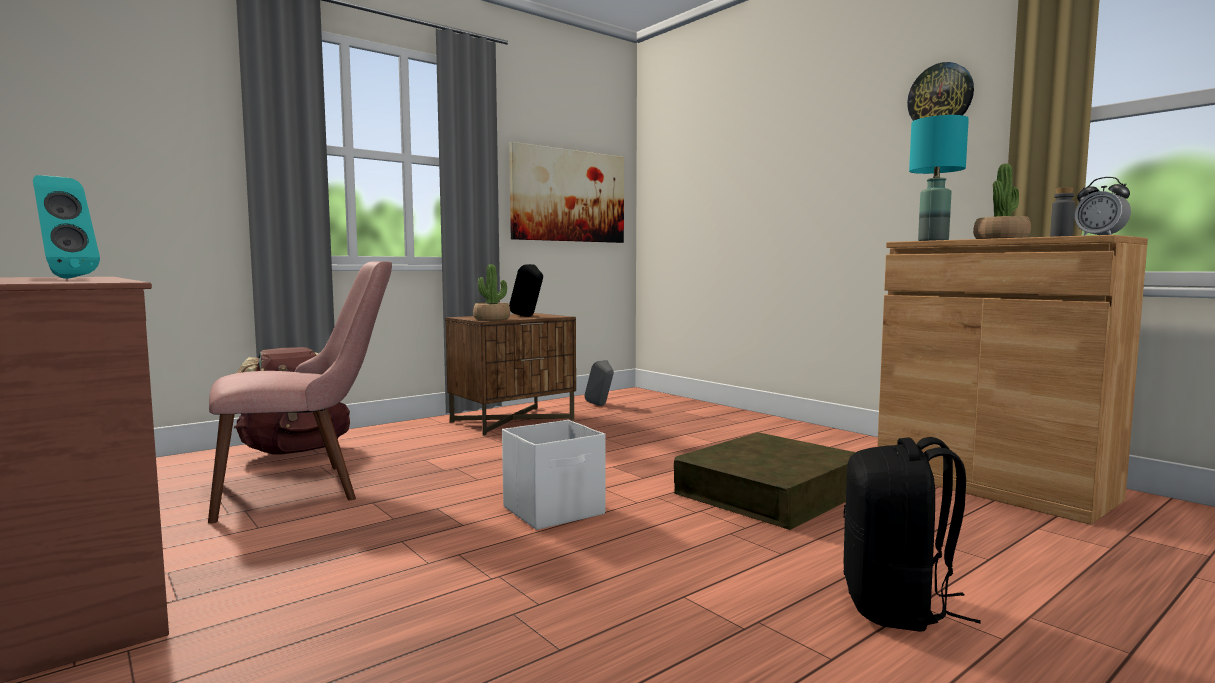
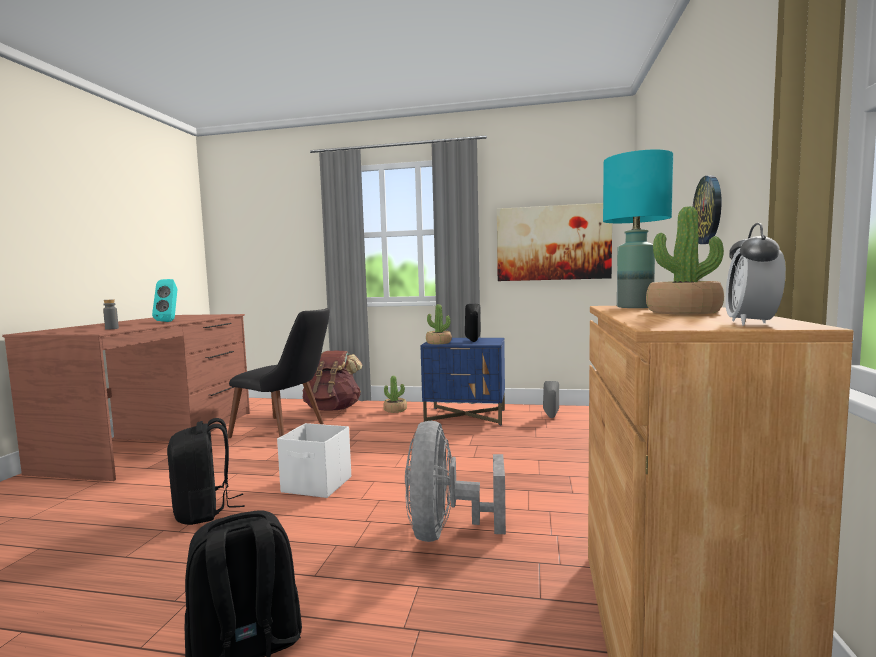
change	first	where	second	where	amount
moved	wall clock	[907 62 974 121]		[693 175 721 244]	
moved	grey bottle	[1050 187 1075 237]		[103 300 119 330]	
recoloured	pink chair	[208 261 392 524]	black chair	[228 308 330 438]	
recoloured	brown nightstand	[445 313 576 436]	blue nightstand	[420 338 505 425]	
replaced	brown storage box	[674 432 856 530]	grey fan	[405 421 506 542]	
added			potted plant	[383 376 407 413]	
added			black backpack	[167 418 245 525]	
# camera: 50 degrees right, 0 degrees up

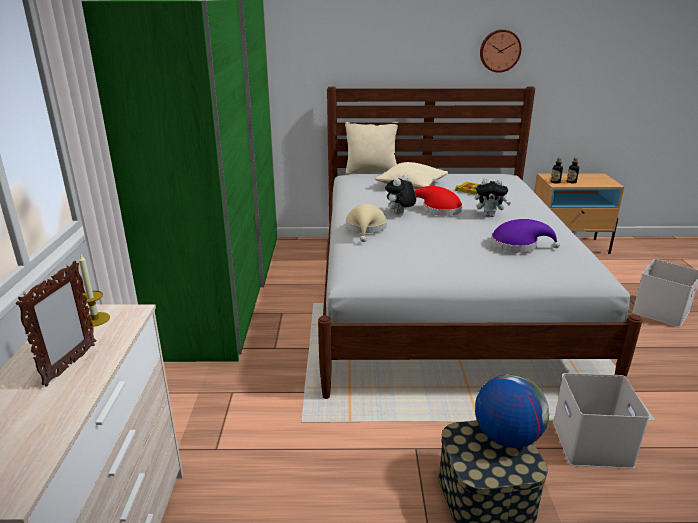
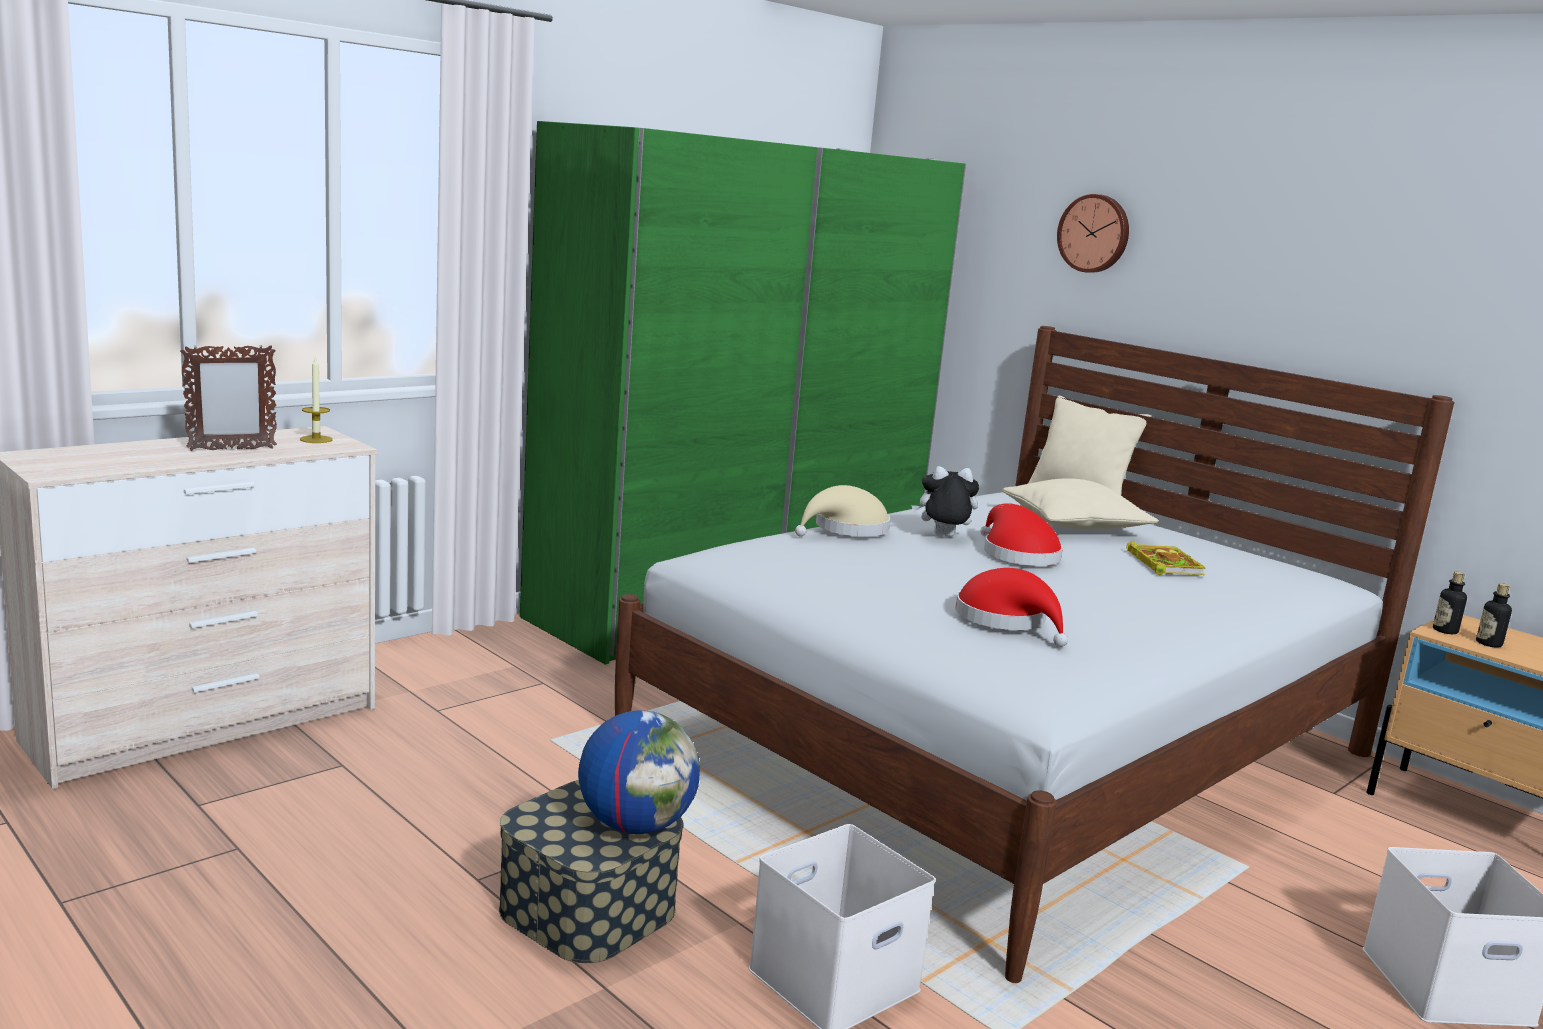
change	first	where	second	where	amount
moved	wall clock	[480 29 521 73]		[1057 194 1129 273]	
removed	plush toy	[475 178 511 217]			
recoloured	purple hat	[491 219 560 253]	red hat	[955 568 1068 647]	
# camera: 45 degrees right, 10 degrees down

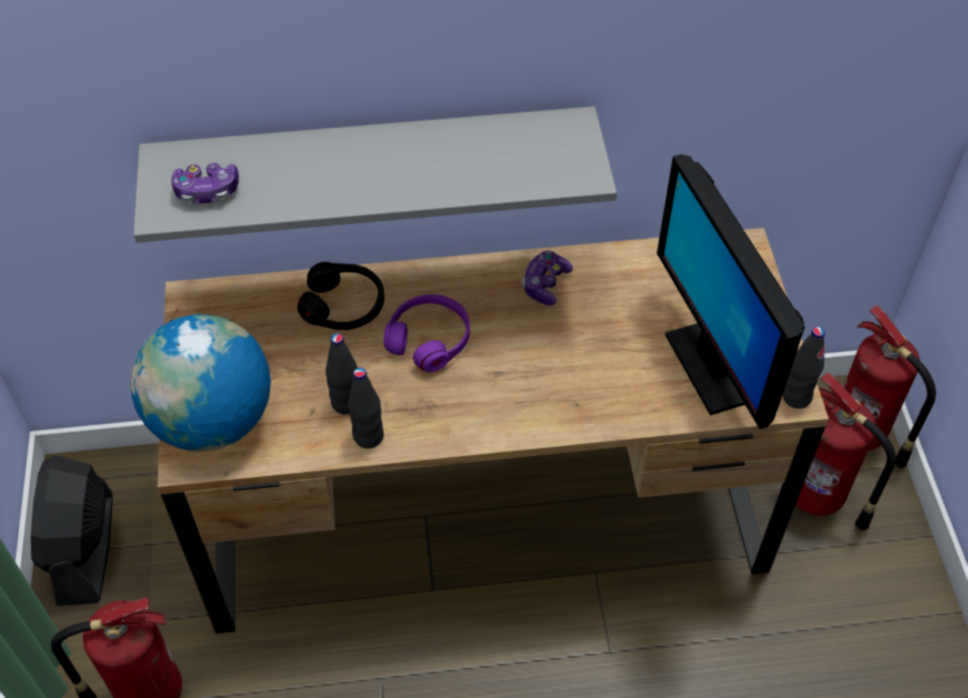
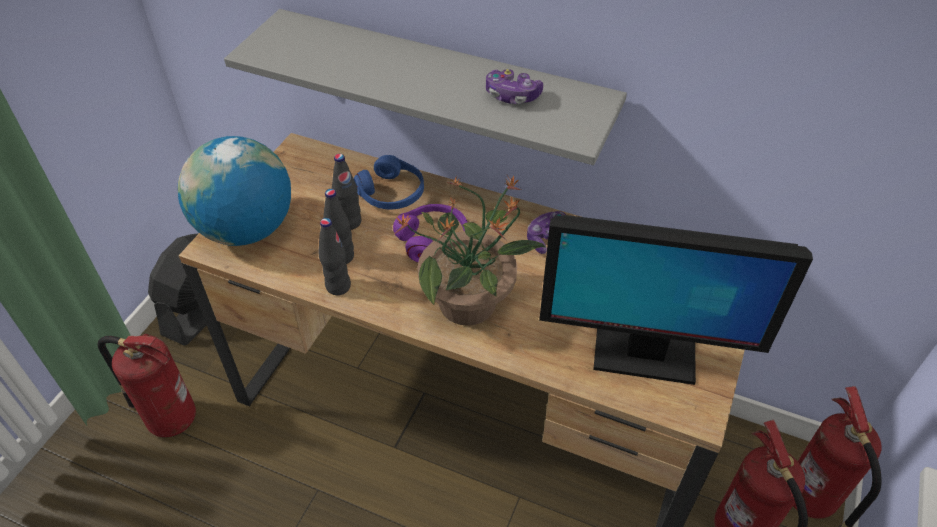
change	first	where	second	where	amount
turned	monitor	[657 154 805 429]		[539 215 813 385]	90 degrees counterclockwise
moved	game controller	[171 163 239 204]		[486 69 543 104]	
recoloured	black headphones	[297 262 384 330]	blue headphones	[354 155 424 209]	
moved	black bottle	[783 327 825 409]		[332 154 361 230]	
added			potted plant	[395 174 546 326]	
# camera: 30 degrees right, 5 degrees down

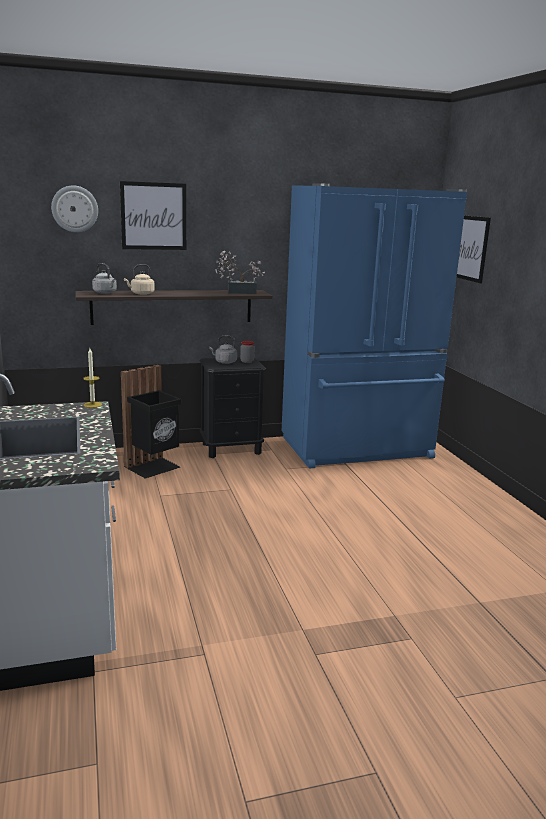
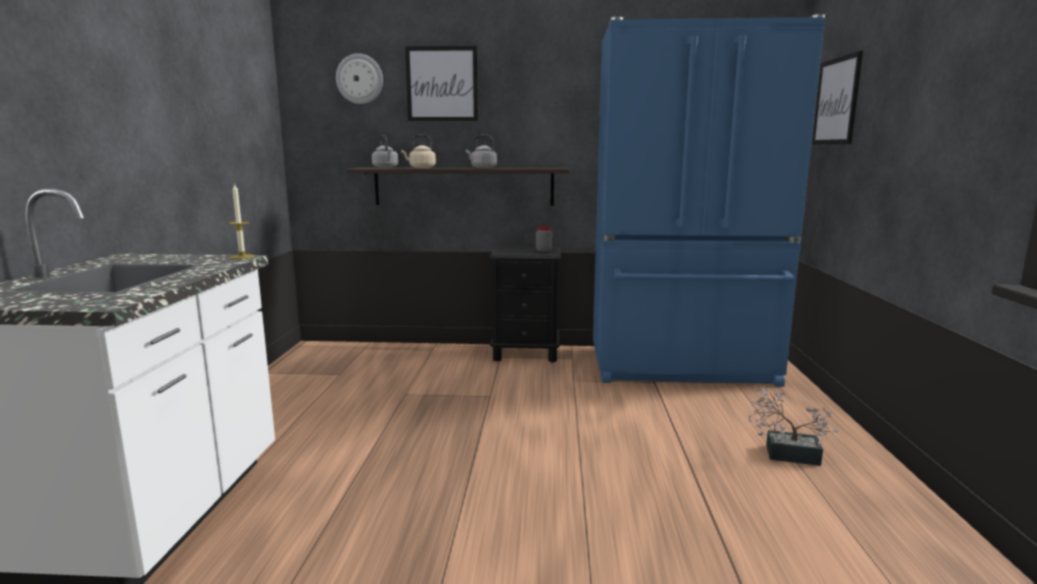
change	first	where	second	where	amount
moved	potted plant	[215 250 265 294]		[748 386 838 466]	
moved	grey kettle	[210 336 237 364]		[466 135 497 168]	
removed	black trash can	[121 365 182 479]			
# camera: 20 degrees right, 5 degrees down

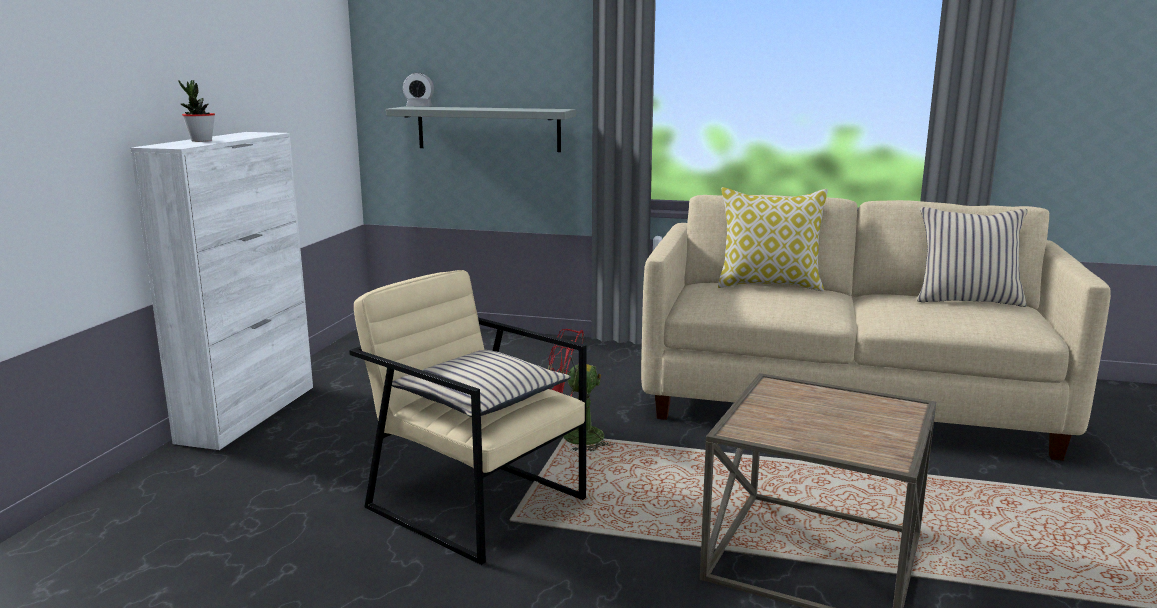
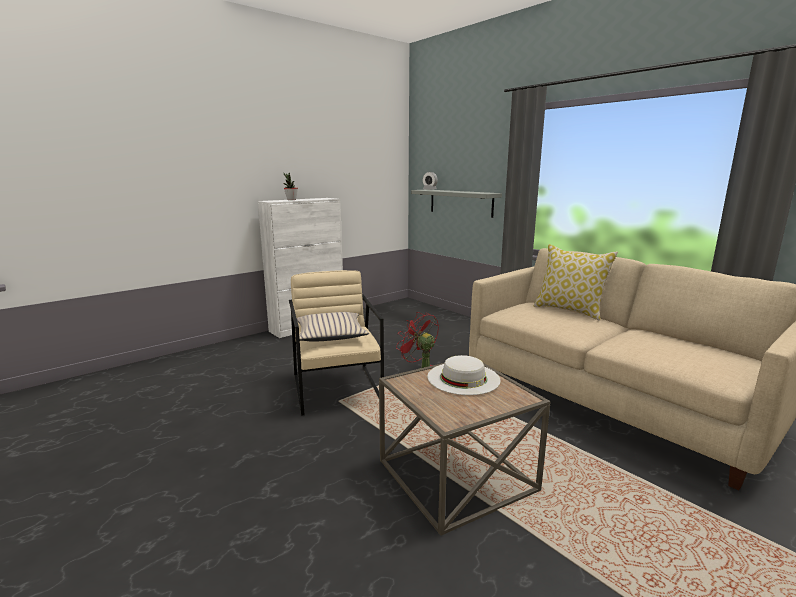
change	first	where	second	where	amount
removed	beige pillow	[917 207 1027 307]			
added			white hat	[427 355 500 395]	
# camera: 35 degrees right, 0 degrees up

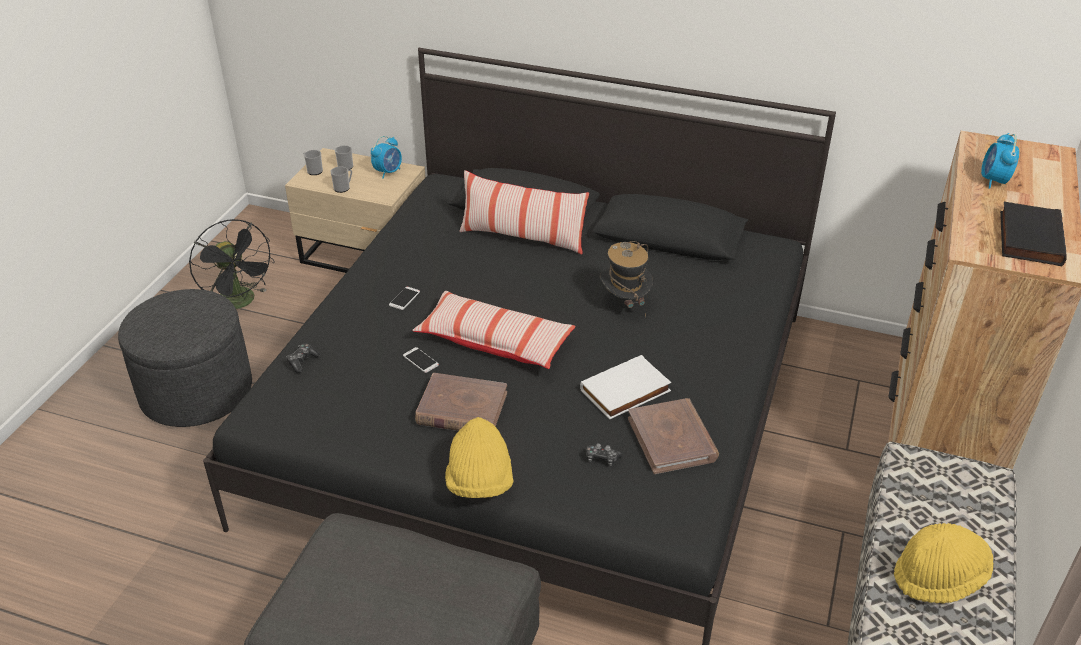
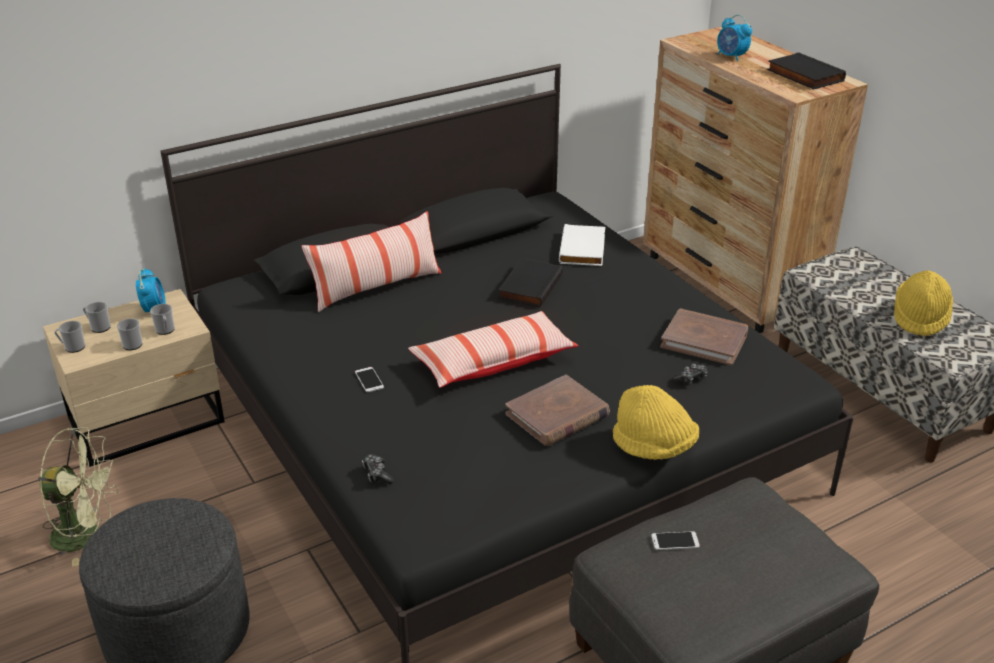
change	first	where	second	where	amount
recoloured	black fan	[189 219 275 309]	green fan	[38 427 118 567]	
replaced	hat	[600 241 653 317]	black book	[498 258 563 307]	
moved	phone	[403 347 439 373]		[651 531 700 550]	
moved	white book	[580 355 672 419]		[559 224 605 266]	
added			mug	[150 304 175 335]	
# camera: 50 degrees left, 5 degrees down

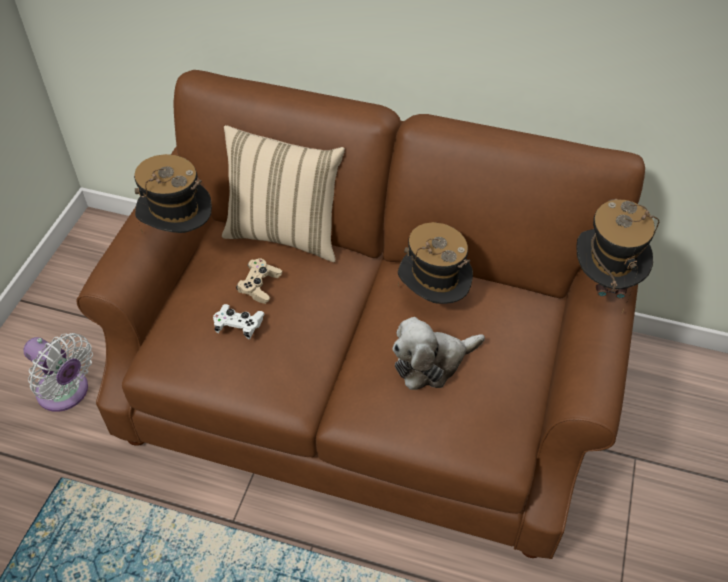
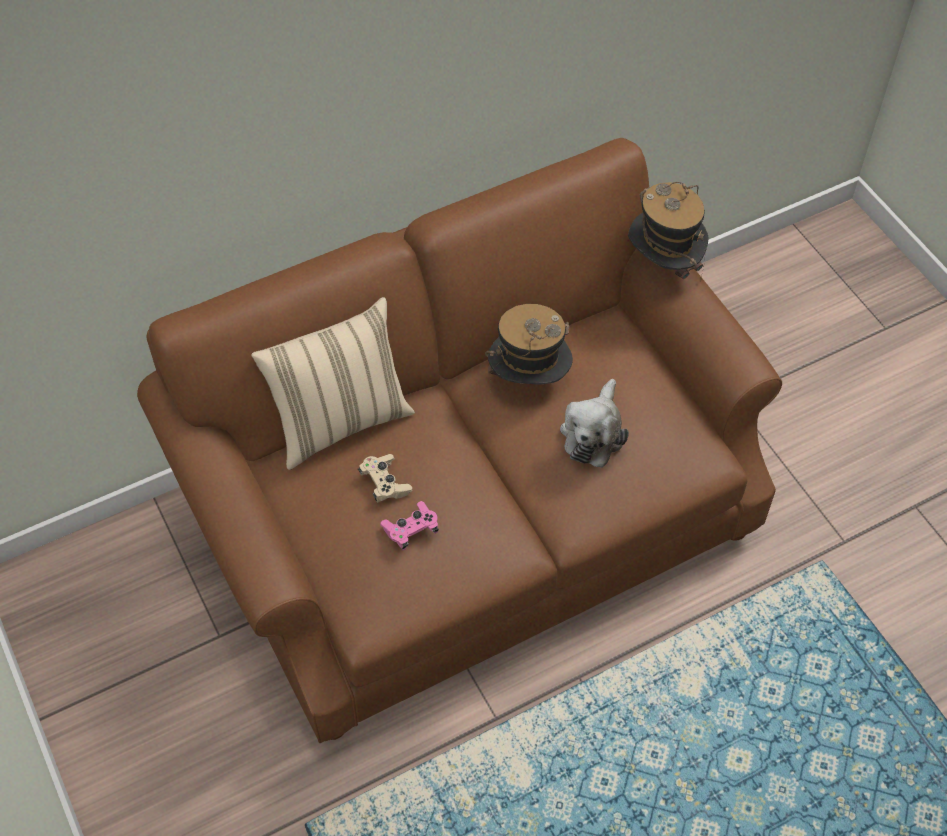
change	first	where	second	where	amount
removed	hat	[134 154 212 233]			
recoloured	white game controller	[213 304 265 339]	pink game controller	[380 501 439 551]	
removed	white fan	[23 333 93 412]			
# camera: 45 degrees left, 5 degrees up

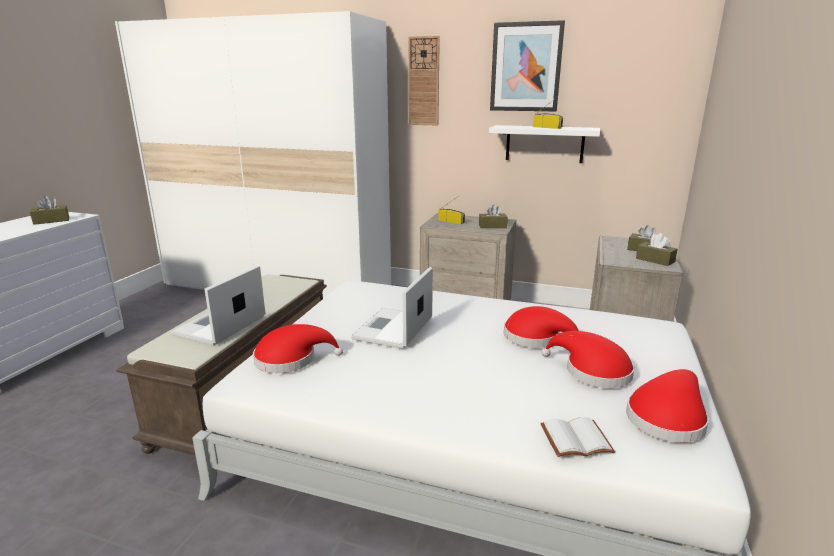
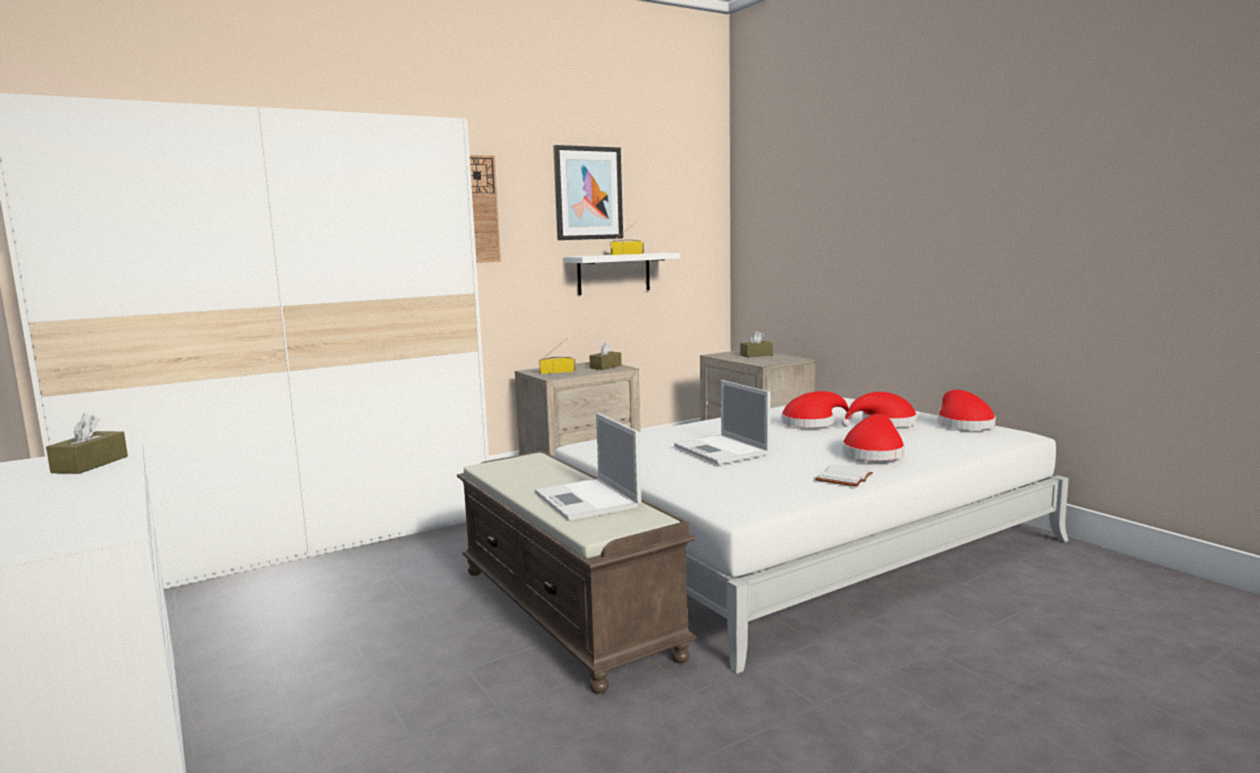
change	first	where	second	where	amount
removed	brown tissue box	[636 233 678 266]			
moved	red hat	[253 324 343 373]		[842 414 905 460]	
moved	white book	[541 417 615 457]		[815 465 873 487]	
# camera: 50 degrees left, 10 degrees down

